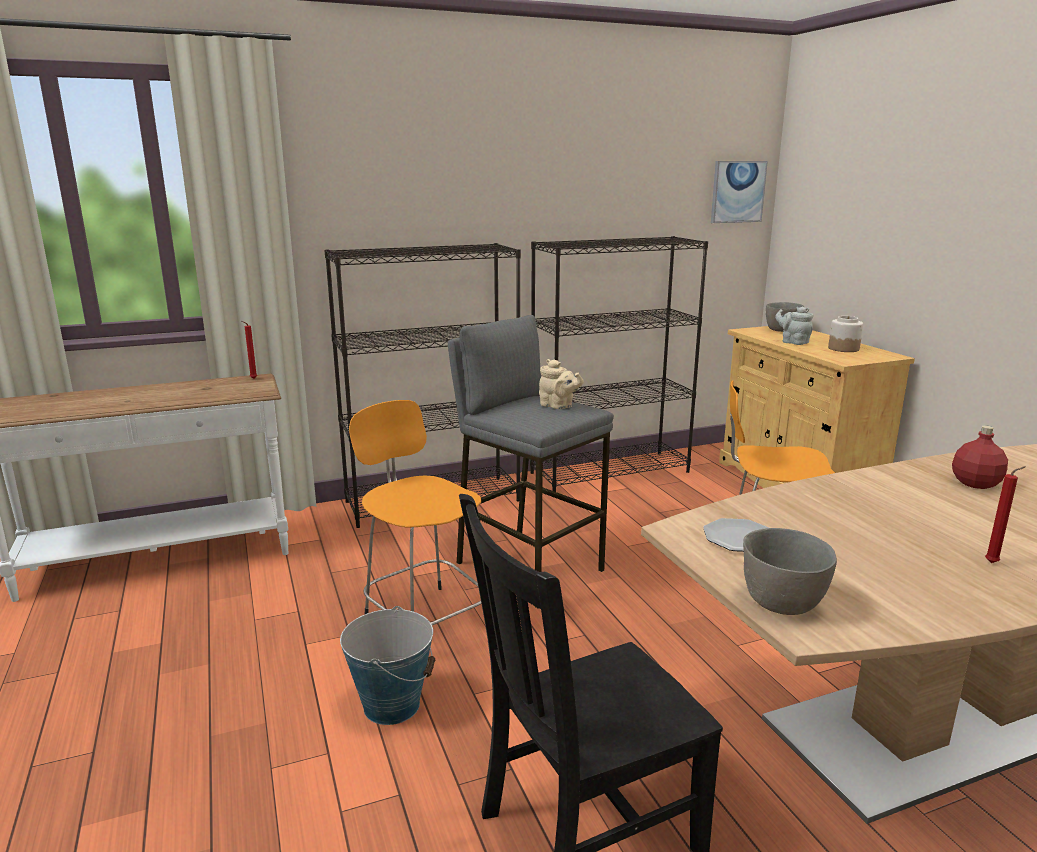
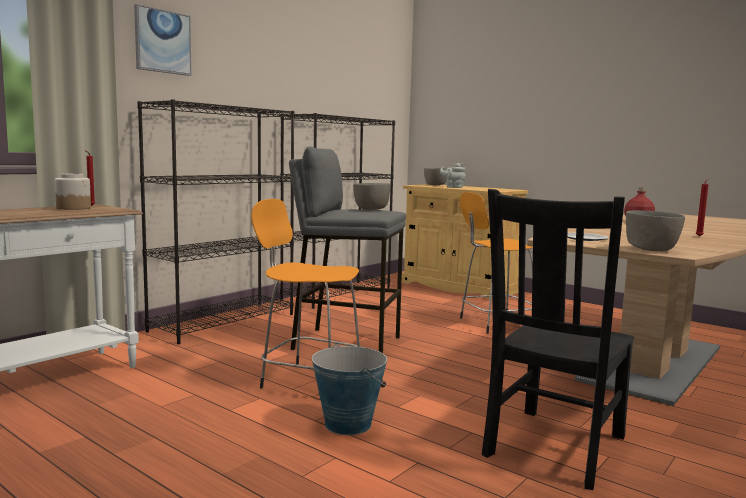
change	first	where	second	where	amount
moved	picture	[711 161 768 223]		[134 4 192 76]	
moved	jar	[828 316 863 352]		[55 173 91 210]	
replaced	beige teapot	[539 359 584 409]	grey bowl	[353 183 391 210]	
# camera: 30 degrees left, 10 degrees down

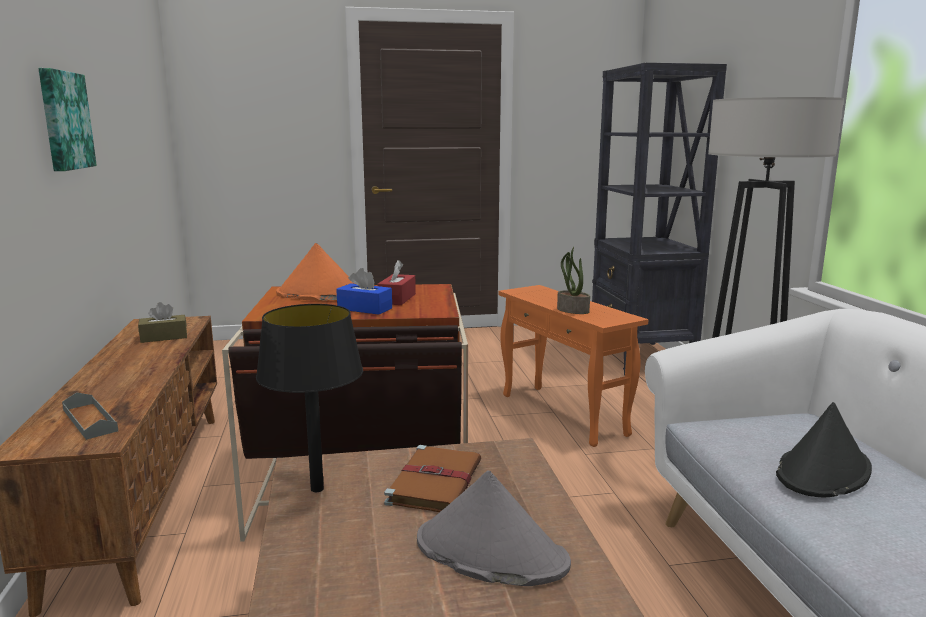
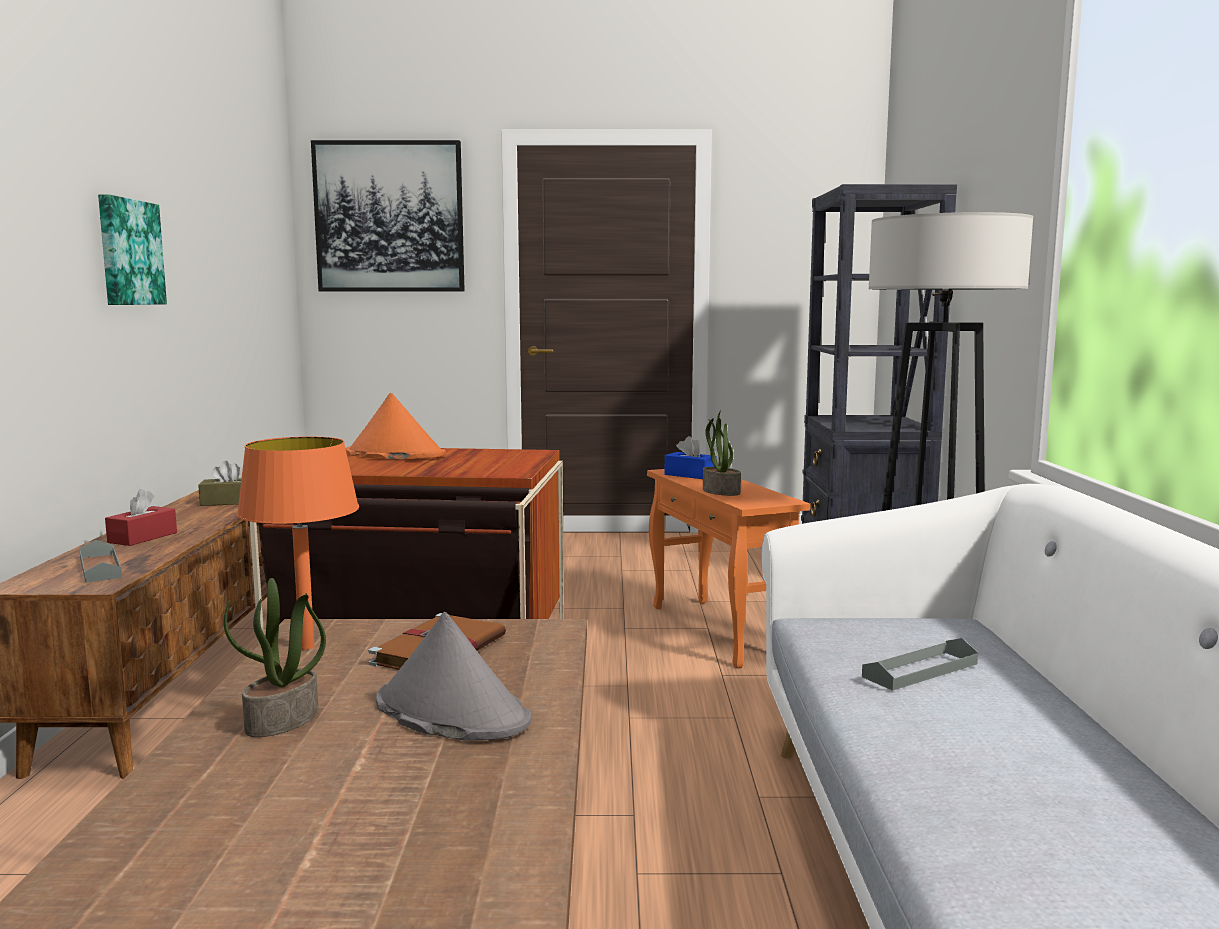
change	first	where	second	where	amount
moved	red tissue box	[377 260 416 305]		[105 489 177 546]	
moved	blue tissue box	[336 268 392 315]		[665 436 717 479]	
recoloured	black table lamp	[256 304 363 492]	orange table lamp	[237 436 359 650]	
replaced	black hat	[776 402 872 497]	grey tray	[862 638 978 691]	
added			picture	[311 140 465 292]	
added			potted plant	[223 578 326 737]	
# camera: 10 degrees right, 5 degrees down

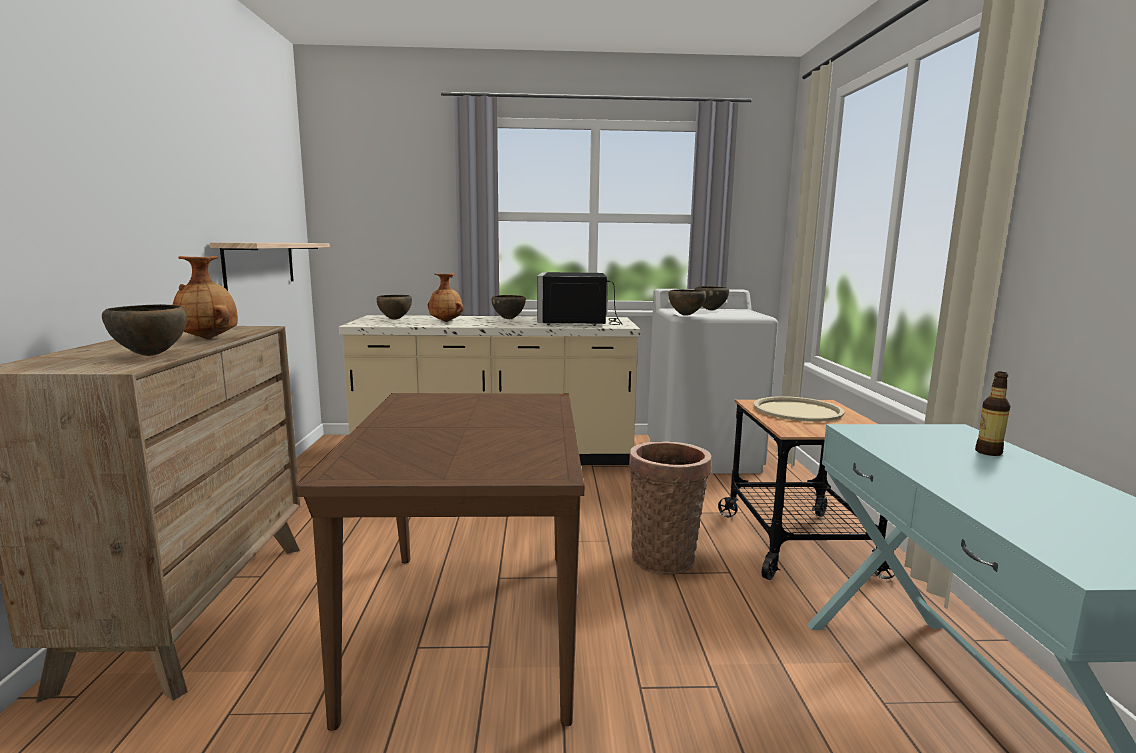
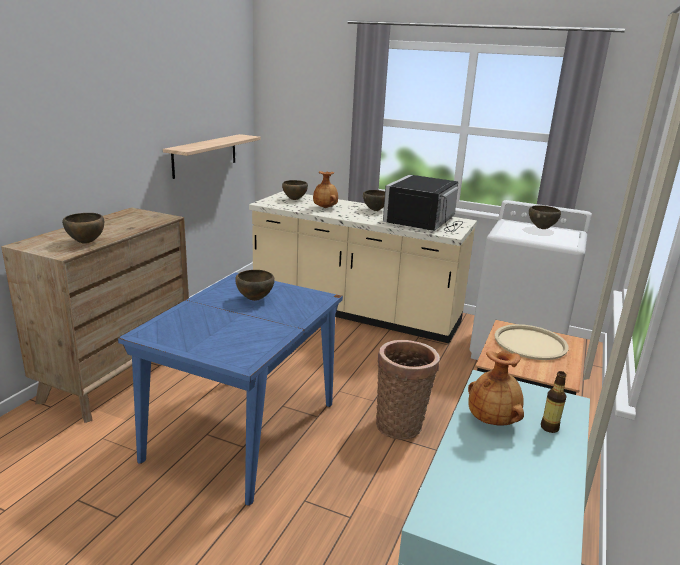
change	first	where	second	where	amount
moved	brown vase	[173 256 238 339]		[468 351 524 426]	
moved	brown bowl	[668 289 706 316]		[235 270 275 301]	
recoloured	brown dining table	[296 393 584 731]	blue dining table	[118 272 343 506]	
# camera: 25 degrees right, 10 degrees up

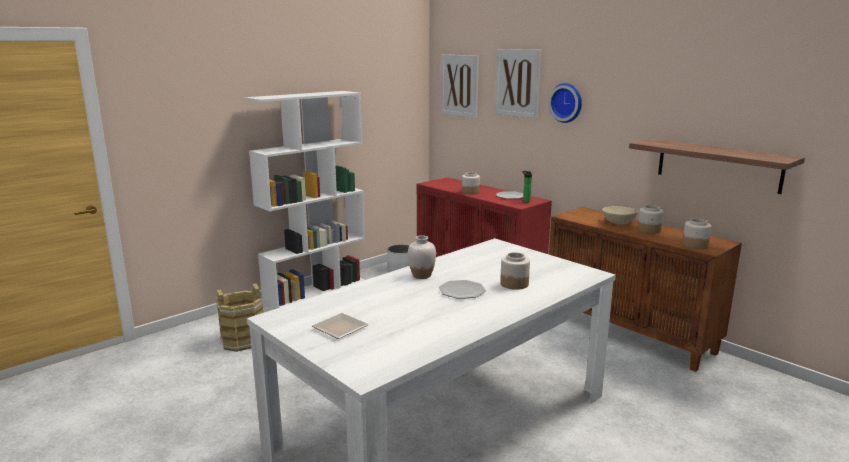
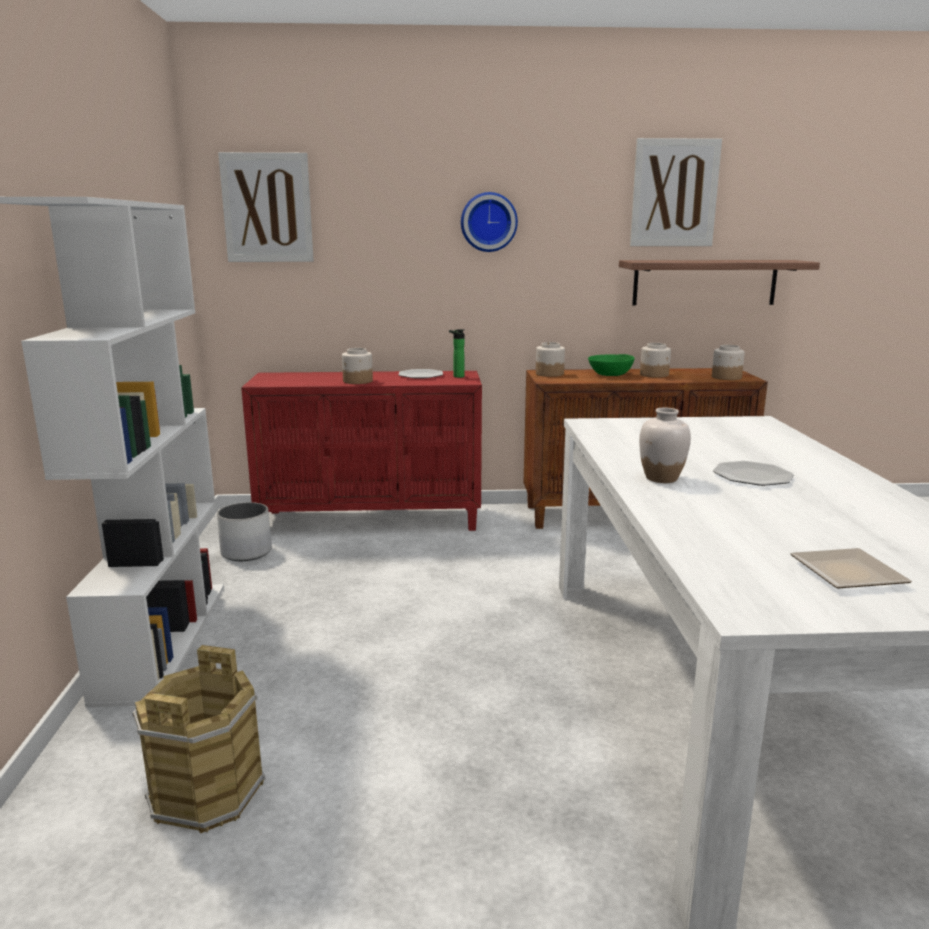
change	first	where	second	where	amount
moved	picture	[494 49 541 119]		[630 138 722 246]	
recoloured	beige bowl	[602 206 638 225]	green bowl	[588 354 635 376]	
moved	jar	[500 252 530 290]		[536 342 565 377]	
# camera: 50 degrees left, 0 degrees up

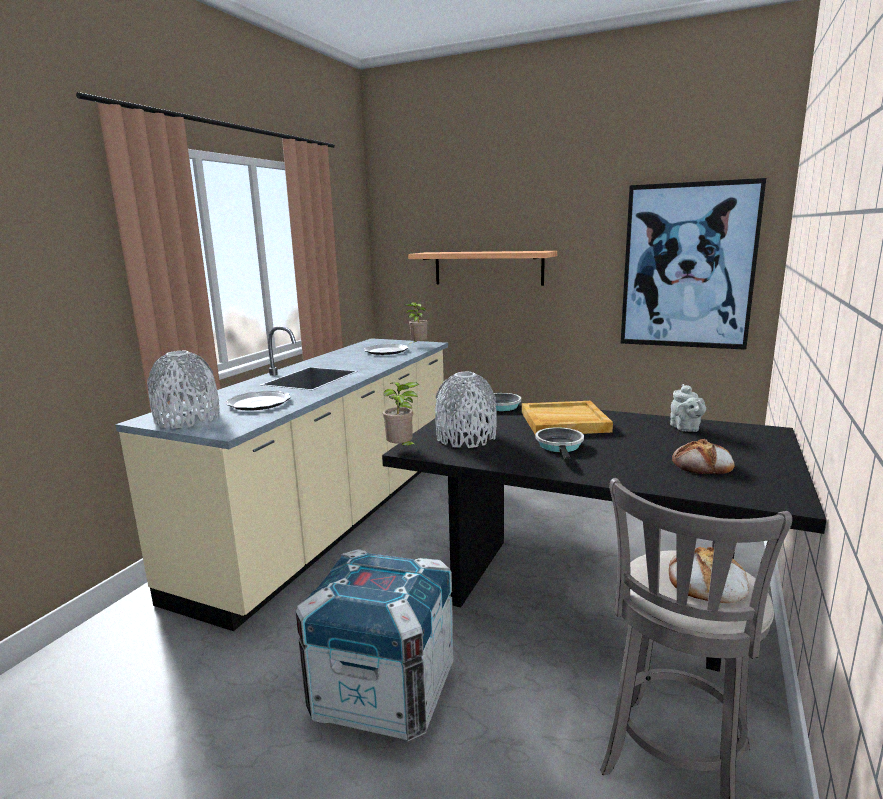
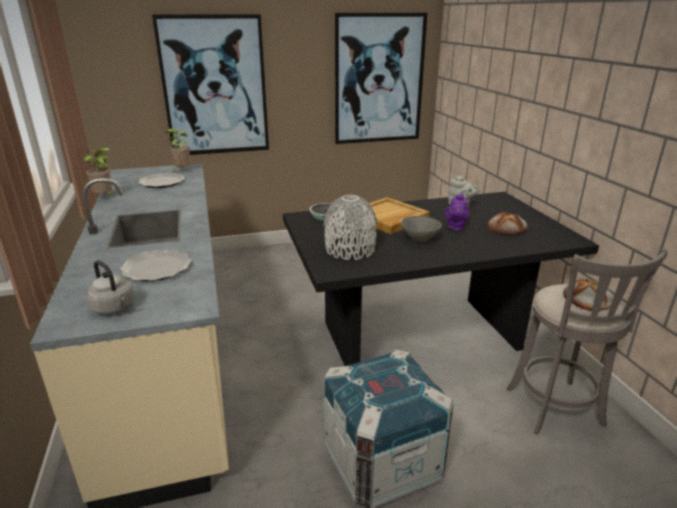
change	first	where	second	where	amount
replaced	shelf	[408 251 557 286]	picture	[152 14 269 155]	
replaced	grey vase	[147 351 220 429]	grey kettle	[87 260 135 315]	
moved	potted plant	[383 382 419 446]		[84 148 114 194]	
replaced	frying pan	[535 427 584 466]	grey bowl	[401 216 442 242]	
added			purple teapot	[445 193 469 231]	
# camera: 40 degrees left, 10 degrees up

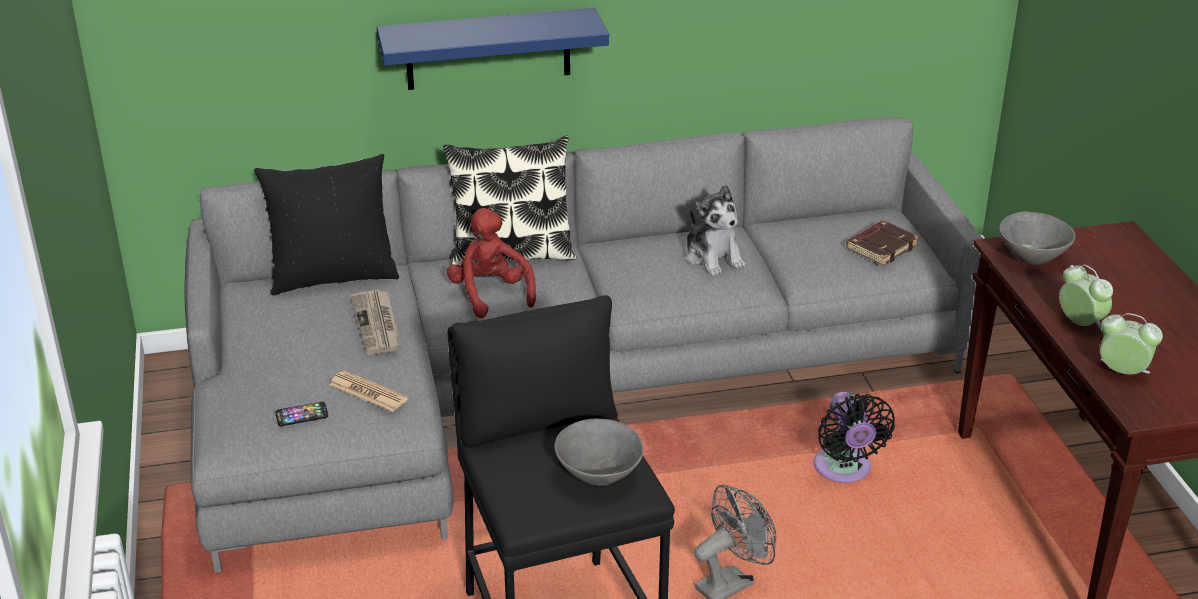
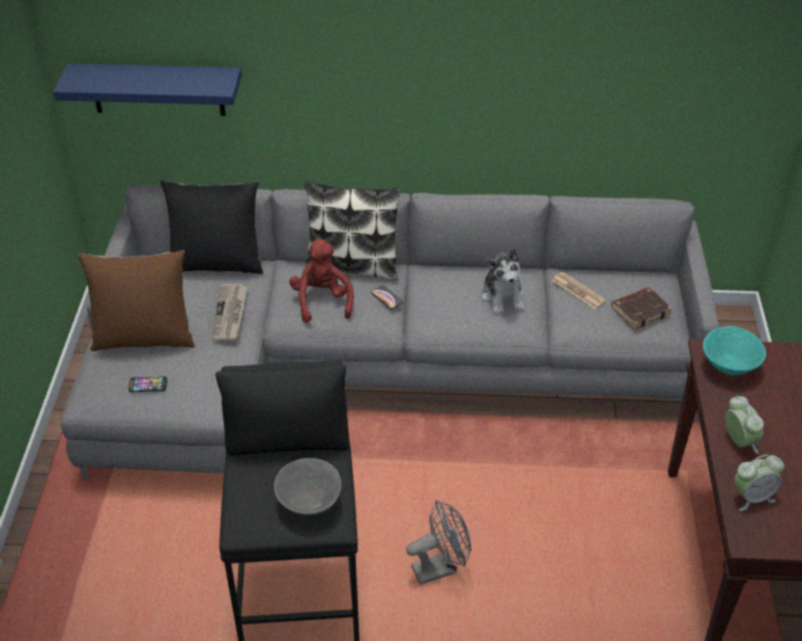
change	first	where	second	where	amount
moved	blue shelf	[377 8 609 90]		[53 63 242 116]	
recoloured	grey bowl	[999 212 1075 265]	turquoise bowl	[703 326 766 375]	
turned	alarm clock	[1100 313 1163 375]		[734 455 784 511]	120 degrees clockwise
moved	newspaper	[330 370 408 412]		[552 272 606 309]	
removed	black fan	[814 392 895 483]			
added			brown pillow	[78 250 195 351]	
added			phone	[371 285 403 309]	
# camera: 15 degrees right, 10 degrees up

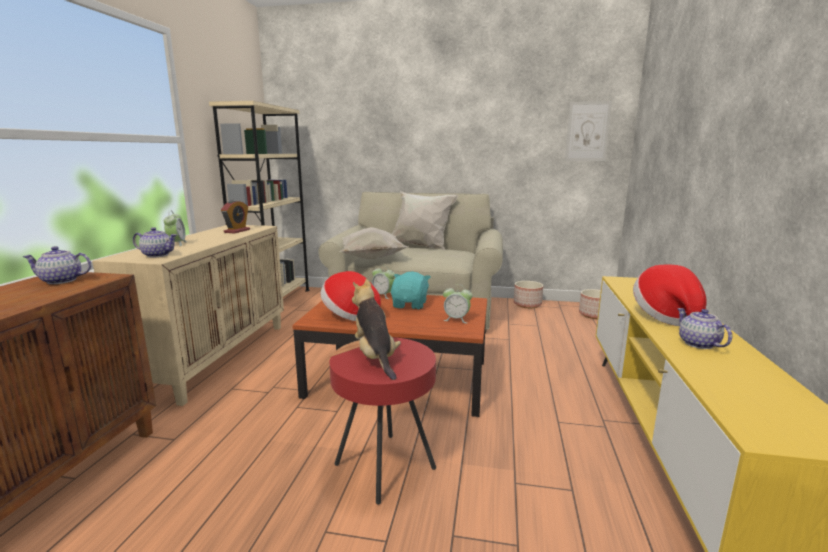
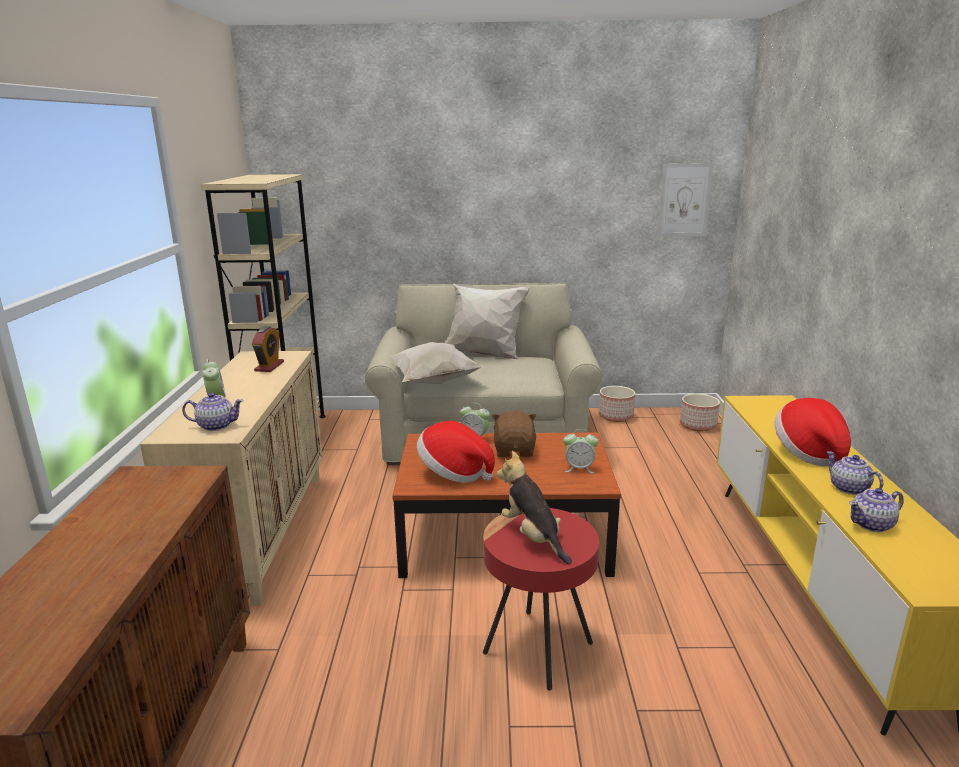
change	first	where	second	where	amount
moved	teapot	[23 246 92 284]		[849 488 904 532]	
recoloured	turquoise plush toy	[391 271 431 309]	brown plush toy	[492 410 537 457]	
# camera: 10 degrees left, 5 degrees up

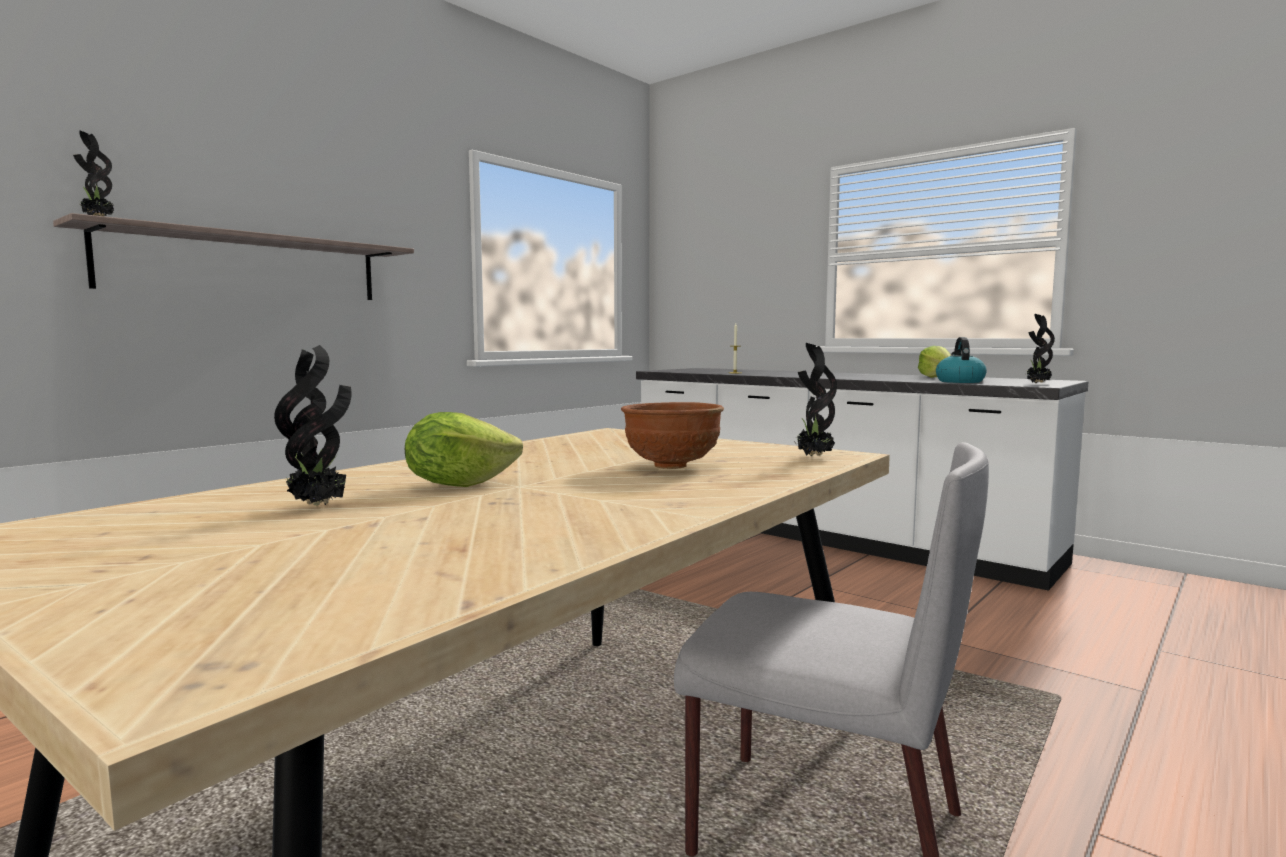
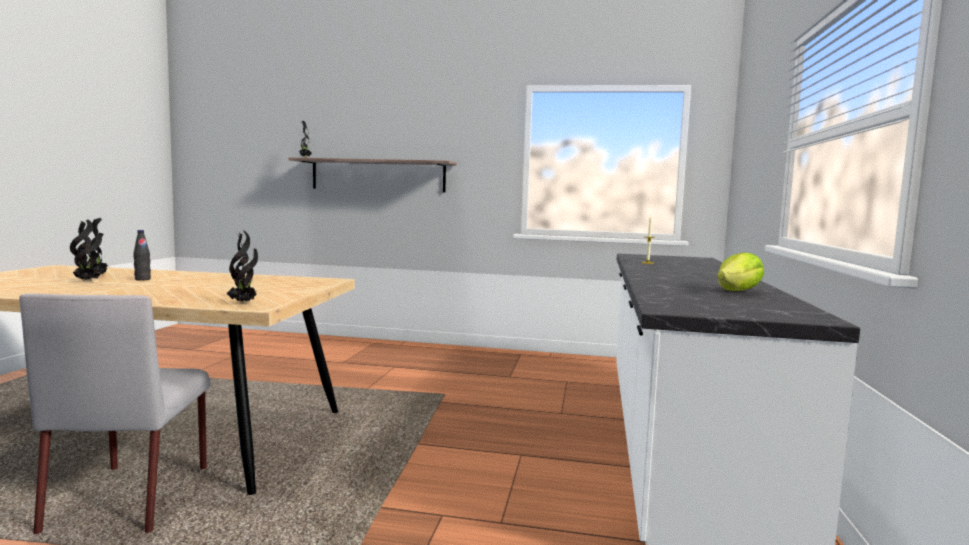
change	first	where	second	where	amount
moved	potted plant	[1025 314 1055 383]		[70 219 102 281]	
removed	kettle	[936 337 987 383]			
removed	brown bowl	[621 402 724 469]			
replaced	lettuce	[405 412 523 487]	black bottle	[133 230 151 281]	
# camera: 60 degrees right, 0 degrees up

